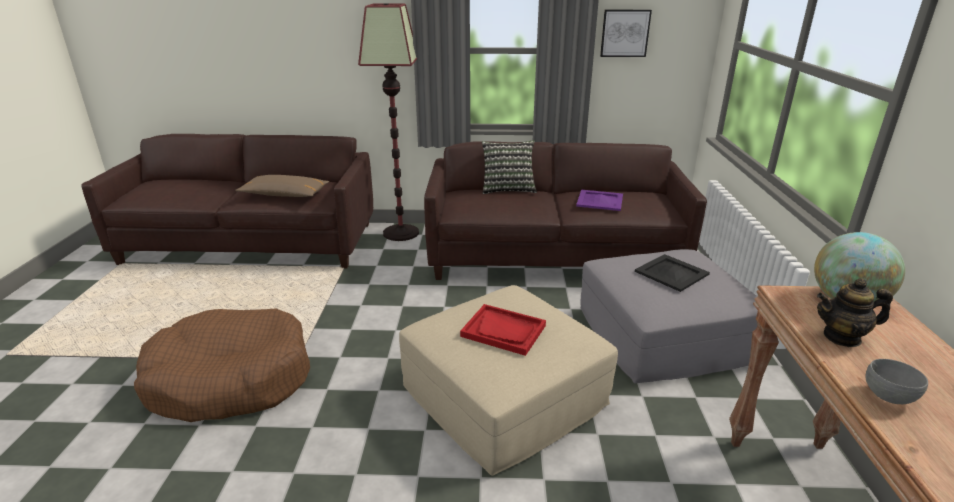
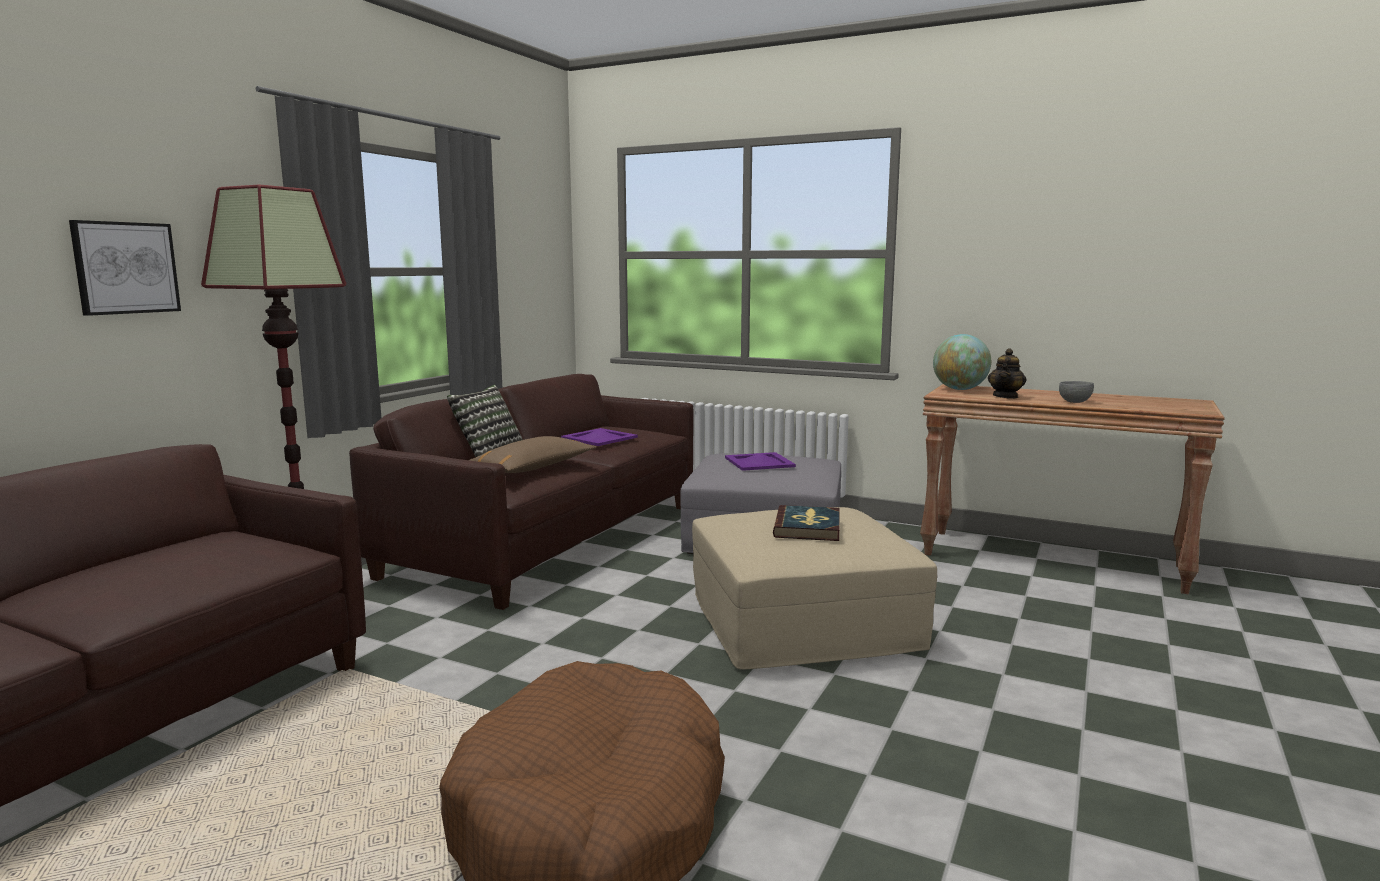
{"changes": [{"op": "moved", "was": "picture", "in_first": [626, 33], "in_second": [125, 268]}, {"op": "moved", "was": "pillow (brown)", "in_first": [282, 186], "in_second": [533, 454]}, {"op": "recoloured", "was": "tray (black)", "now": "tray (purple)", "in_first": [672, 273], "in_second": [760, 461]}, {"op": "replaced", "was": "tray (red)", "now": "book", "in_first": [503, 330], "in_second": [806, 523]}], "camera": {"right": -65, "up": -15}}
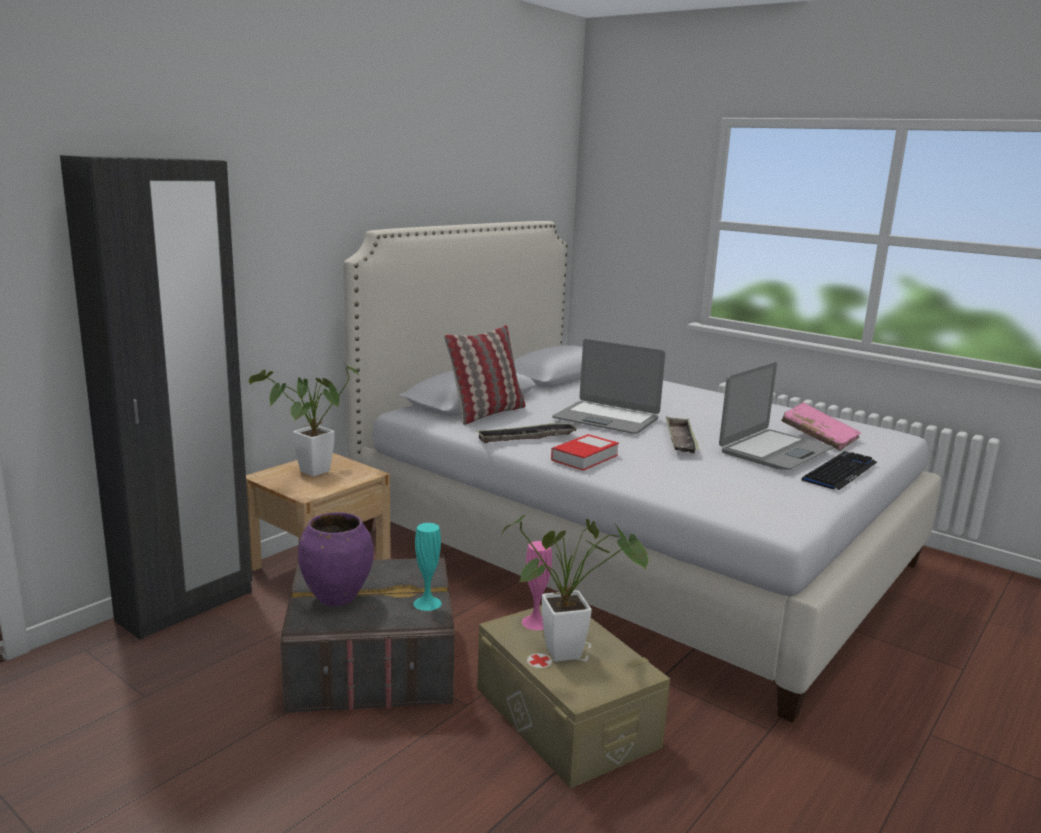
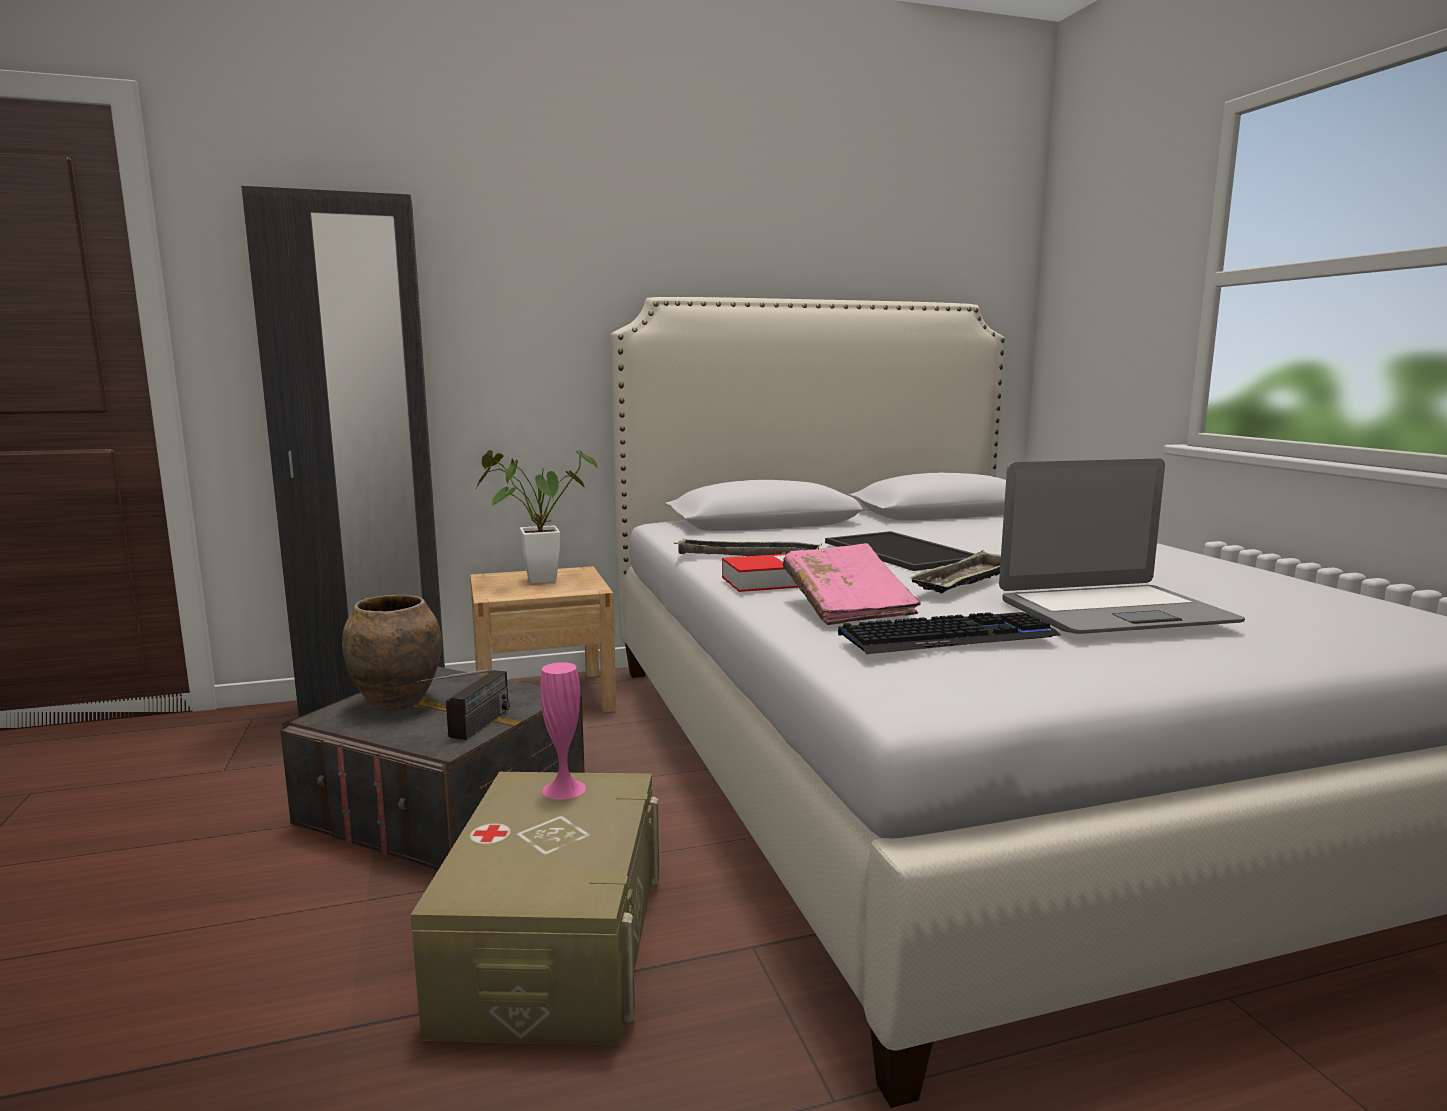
{"changes": [{"op": "recoloured", "was": "vase (purple)", "now": "vase (brown)", "in_first": [336, 559], "in_second": [392, 653]}, {"op": "replaced", "was": "vase (turquoise)", "now": "radio", "in_first": [427, 567], "in_second": [463, 704]}, {"op": "moved", "was": "book (pink)", "in_first": [821, 426], "in_second": [852, 584]}, {"op": "replaced", "was": "laptop", "now": "tray", "in_first": [609, 386], "in_second": [900, 551]}, {"op": "moved", "was": "keyboard", "in_first": [839, 470], "in_second": [949, 633]}, {"op": "removed", "was": "pillow", "in_first": [485, 375]}, {"op": "removed", "was": "potted plant", "in_first": [574, 588]}], "camera": {"right": 35, "up": -5}}
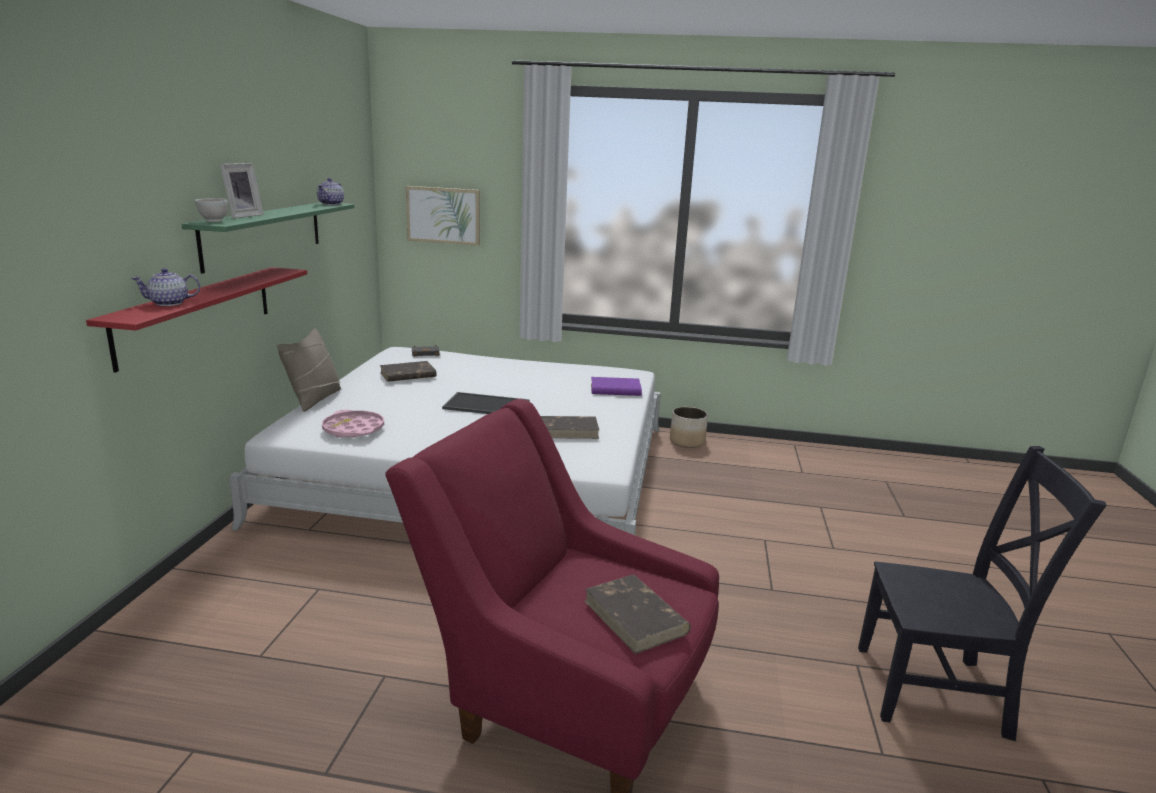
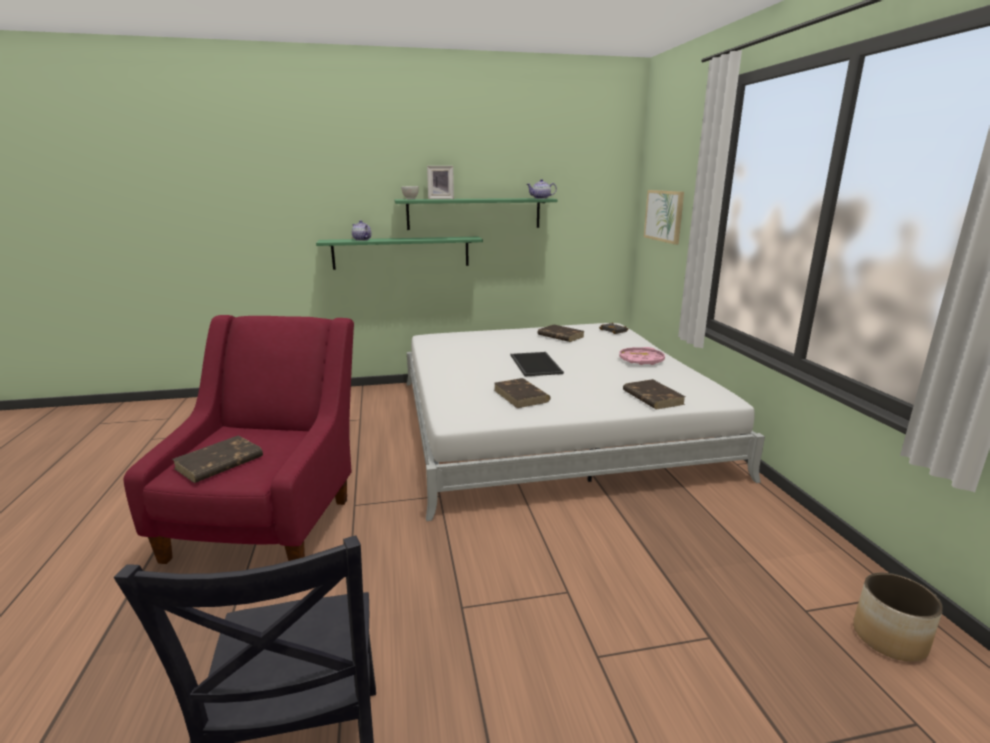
{"changes": [{"op": "recoloured", "was": "shelf (red)", "now": "shelf (green)", "in_first": [196, 320], "in_second": [399, 253]}, {"op": "moved", "was": "tray (pink)", "in_first": [353, 424], "in_second": [642, 356]}, {"op": "recoloured", "was": "book (purple)", "now": "book (brown)", "in_first": [616, 386], "in_second": [654, 394]}, {"op": "moved", "was": "planter", "in_first": [689, 427], "in_second": [898, 617]}, {"op": "removed", "was": "pillow (beige)", "in_first": [309, 370]}], "camera": {"right": 70, "up": 0}}
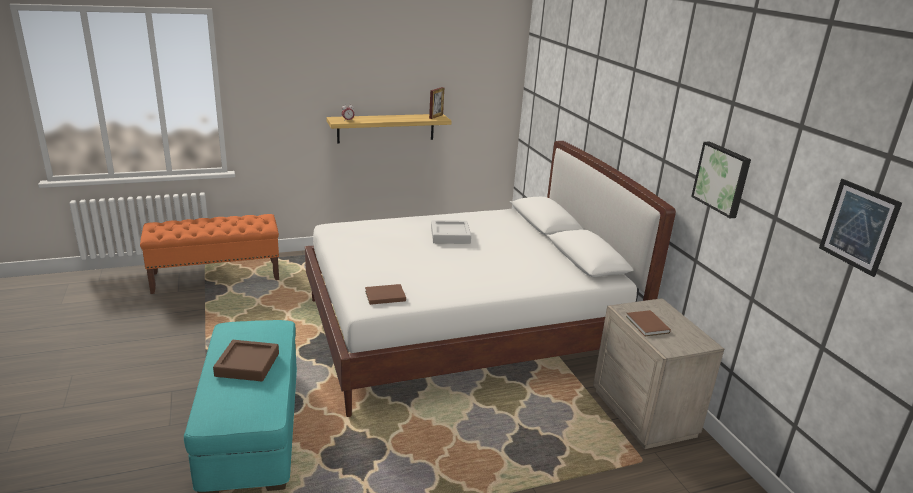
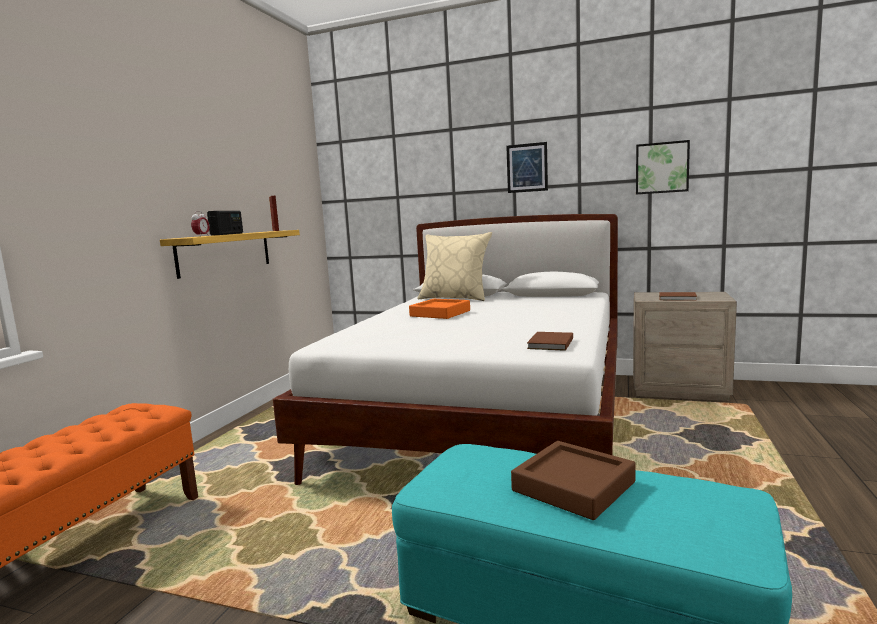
{"changes": [{"op": "added", "now": "radio", "in_second": [225, 223]}, {"op": "recoloured", "was": "tray (grey)", "now": "tray (orange)", "in_first": [451, 232], "in_second": [439, 309]}, {"op": "added", "now": "pillow (beige)", "in_second": [454, 266]}, {"op": "moved", "was": "picture", "in_first": [860, 228], "in_second": [527, 167]}], "camera": {"right": -50, "up": -15}}
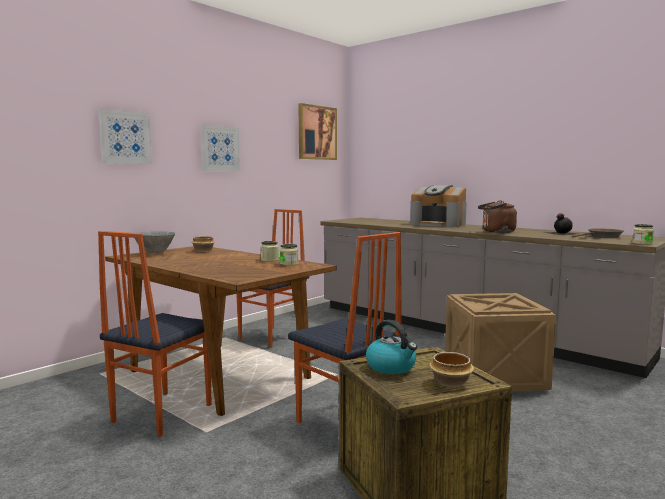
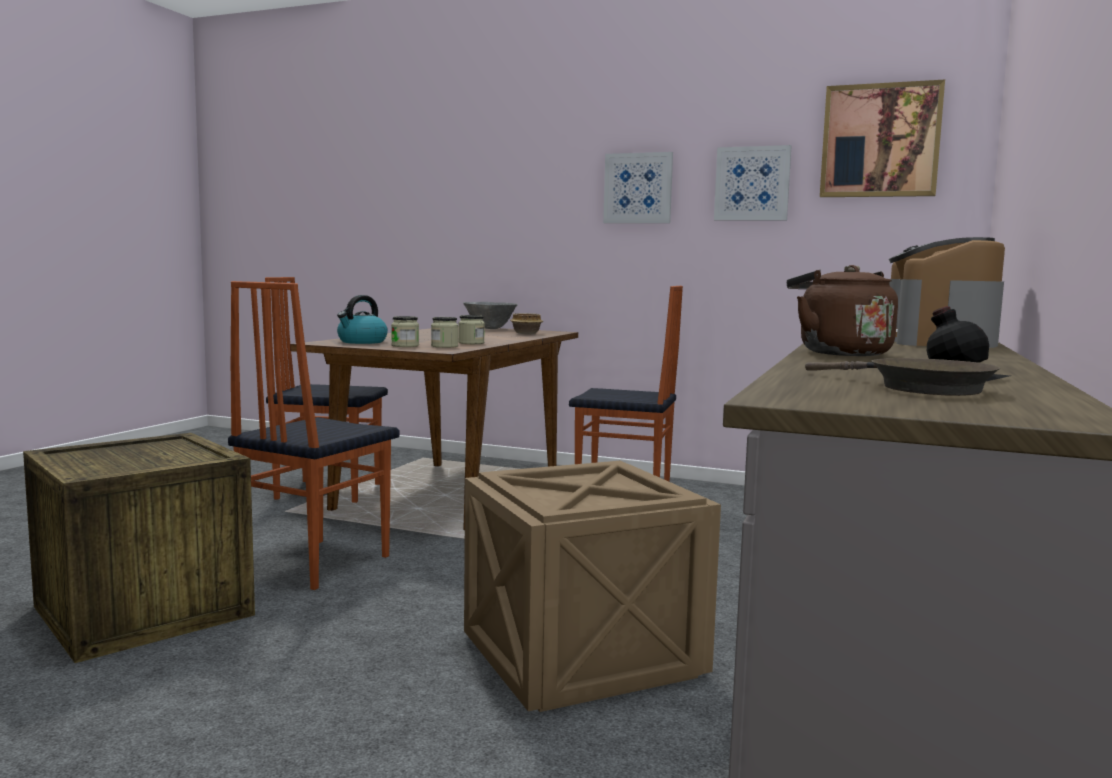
{"changes": [{"op": "moved", "was": "kettle", "in_first": [391, 347], "in_second": [362, 319]}, {"op": "moved", "was": "jar", "in_first": [643, 234], "in_second": [405, 331]}, {"op": "moved", "was": "picture", "in_first": [125, 136], "in_second": [752, 182]}, {"op": "removed", "was": "bowl", "in_first": [451, 369]}], "camera": {"right": 70, "up": 0}}
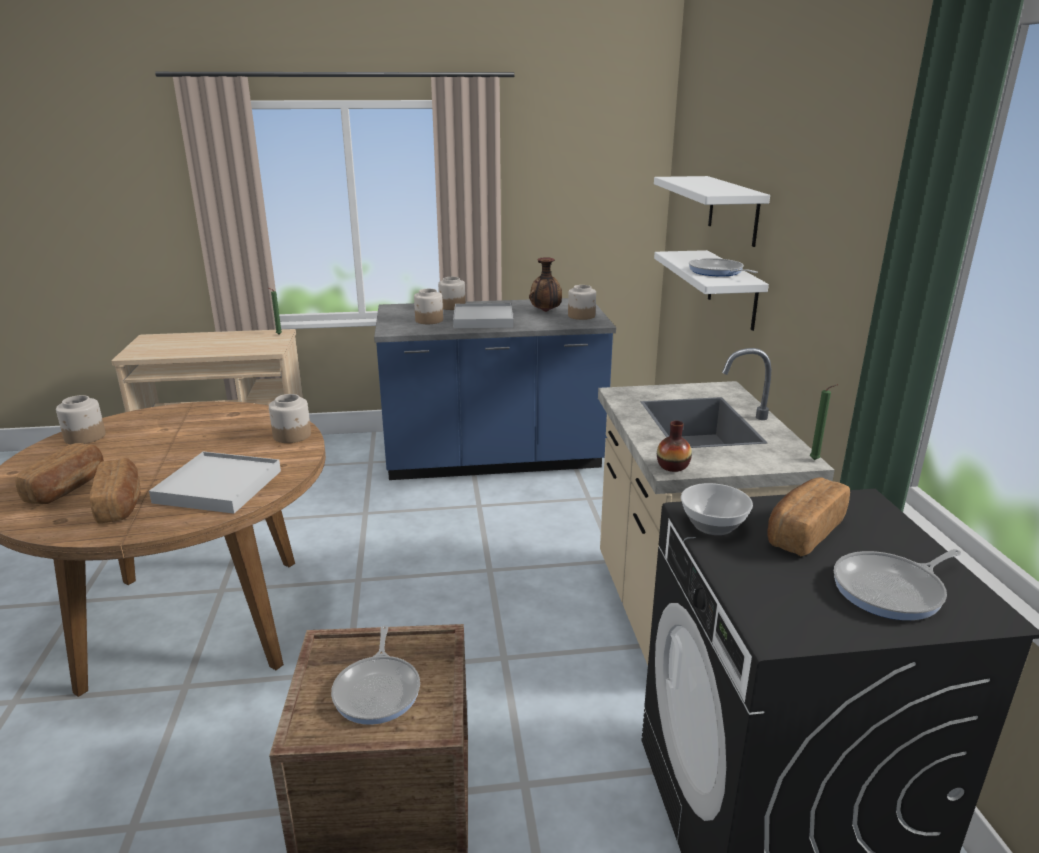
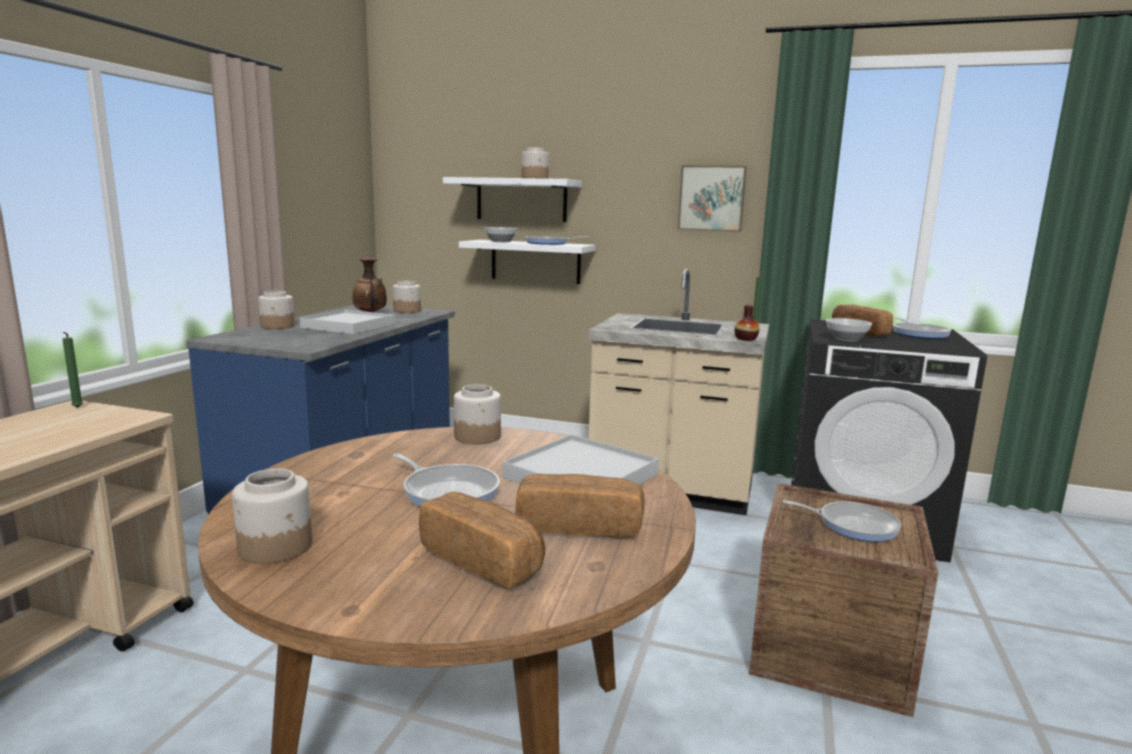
{"changes": [{"op": "added", "now": "frying pan", "in_second": [446, 480]}, {"op": "added", "now": "bowl", "in_second": [501, 234]}, {"op": "moved", "was": "jar", "in_first": [428, 306], "in_second": [535, 163]}, {"op": "added", "now": "picture", "in_second": [712, 198]}], "camera": {"right": -65, "up": -10}}
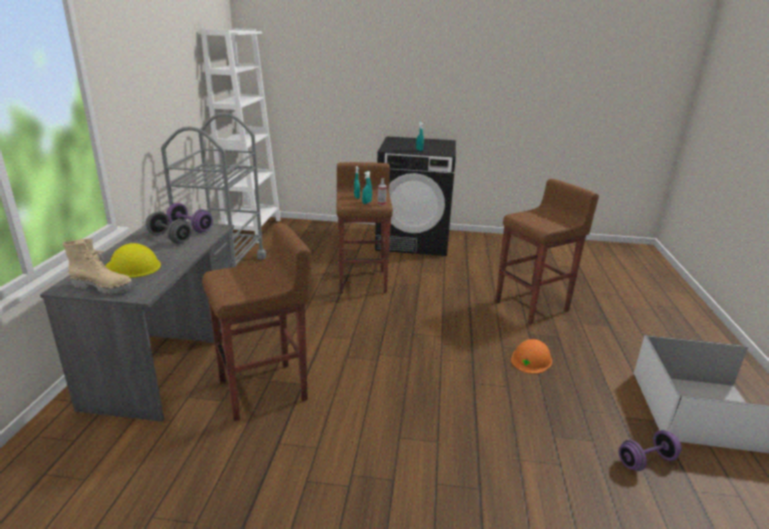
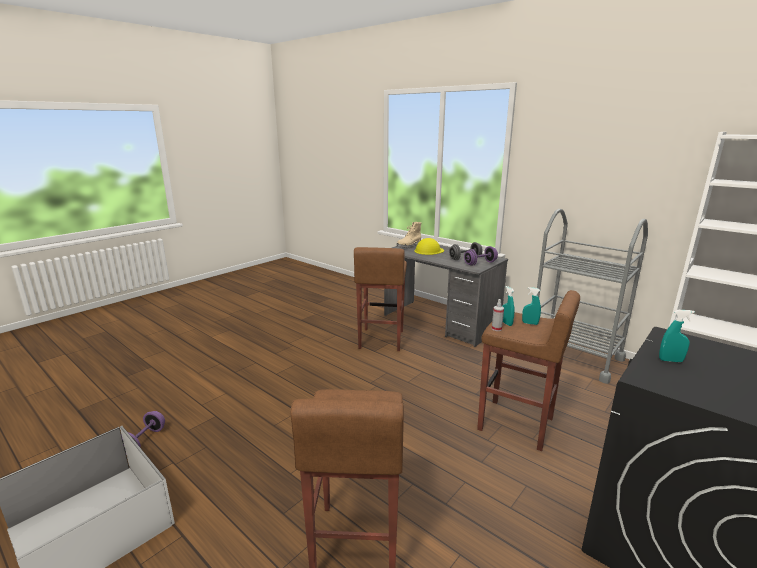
{"changes": [{"op": "removed", "was": "hard hat (orange)", "in_first": [531, 356]}], "camera": {"right": 125, "up": -5}}
